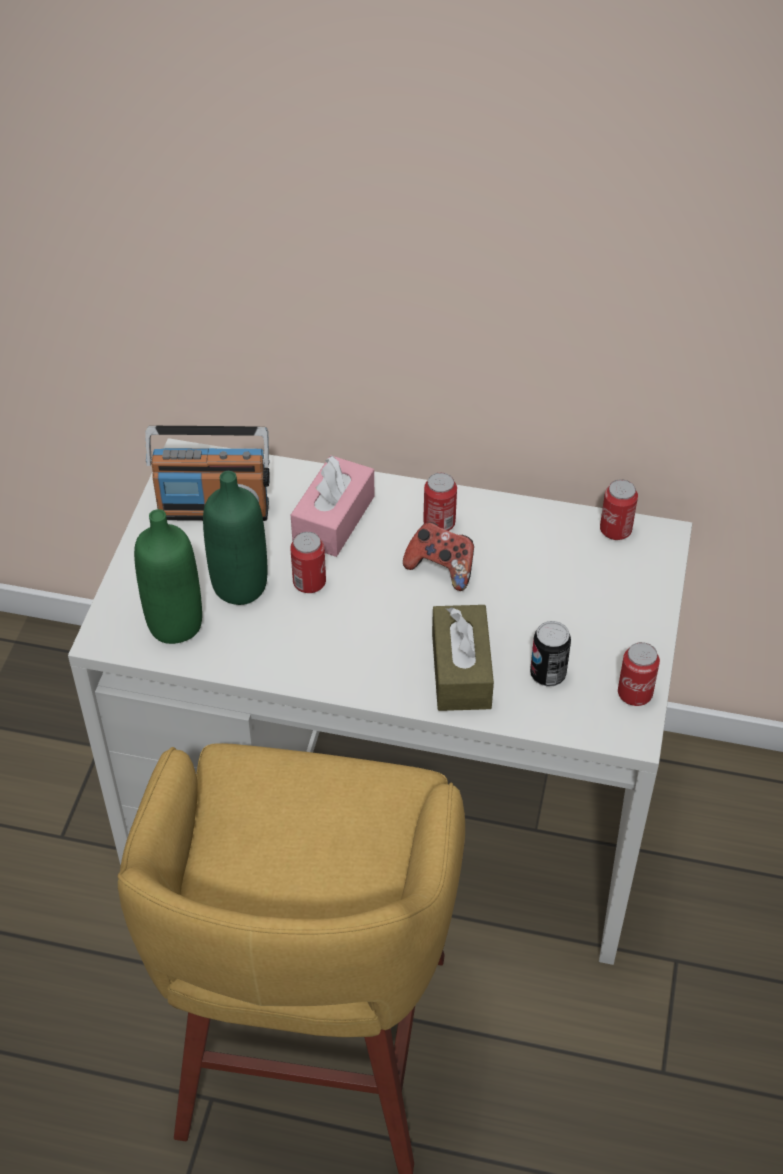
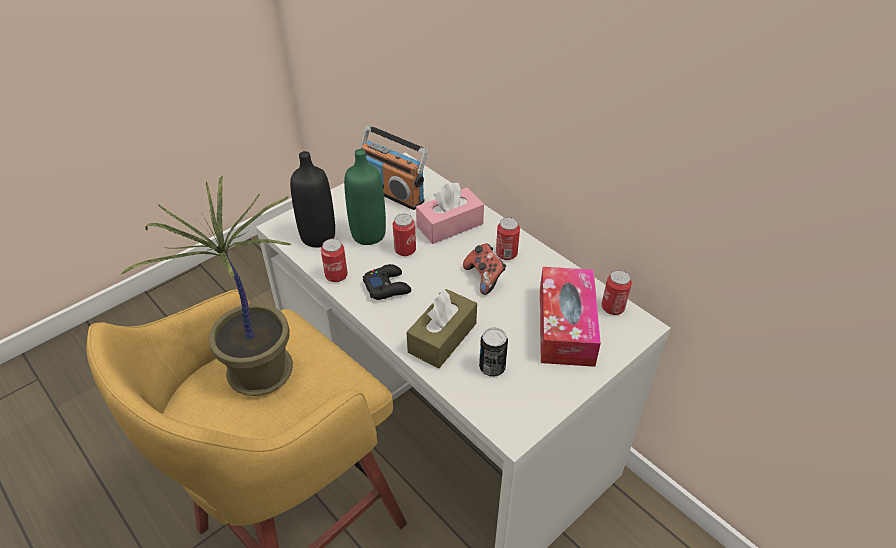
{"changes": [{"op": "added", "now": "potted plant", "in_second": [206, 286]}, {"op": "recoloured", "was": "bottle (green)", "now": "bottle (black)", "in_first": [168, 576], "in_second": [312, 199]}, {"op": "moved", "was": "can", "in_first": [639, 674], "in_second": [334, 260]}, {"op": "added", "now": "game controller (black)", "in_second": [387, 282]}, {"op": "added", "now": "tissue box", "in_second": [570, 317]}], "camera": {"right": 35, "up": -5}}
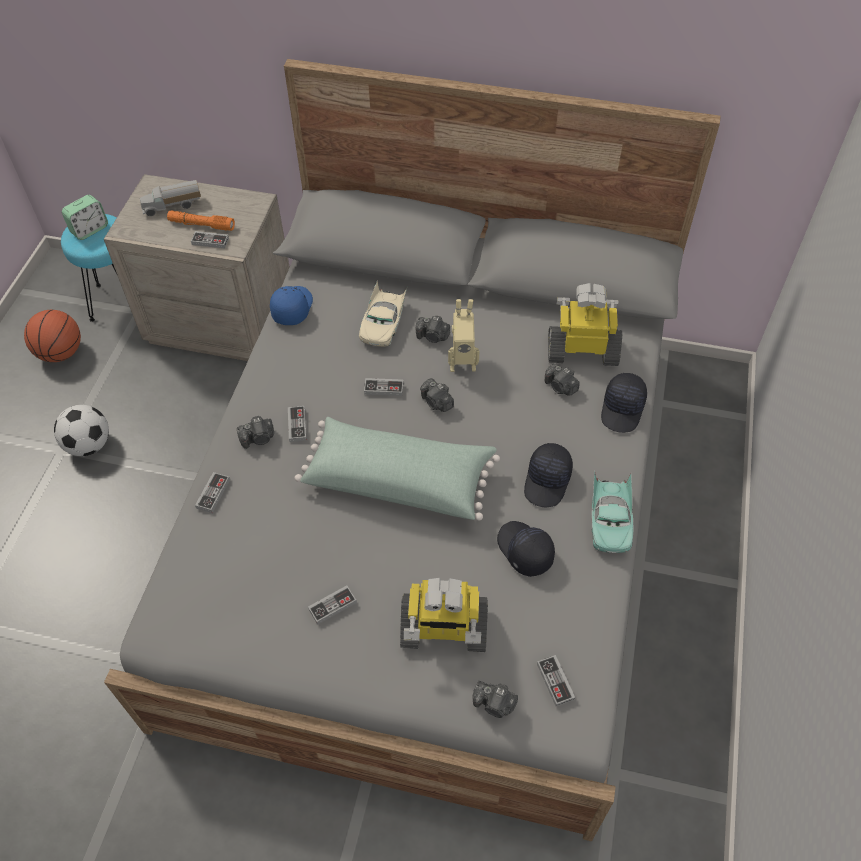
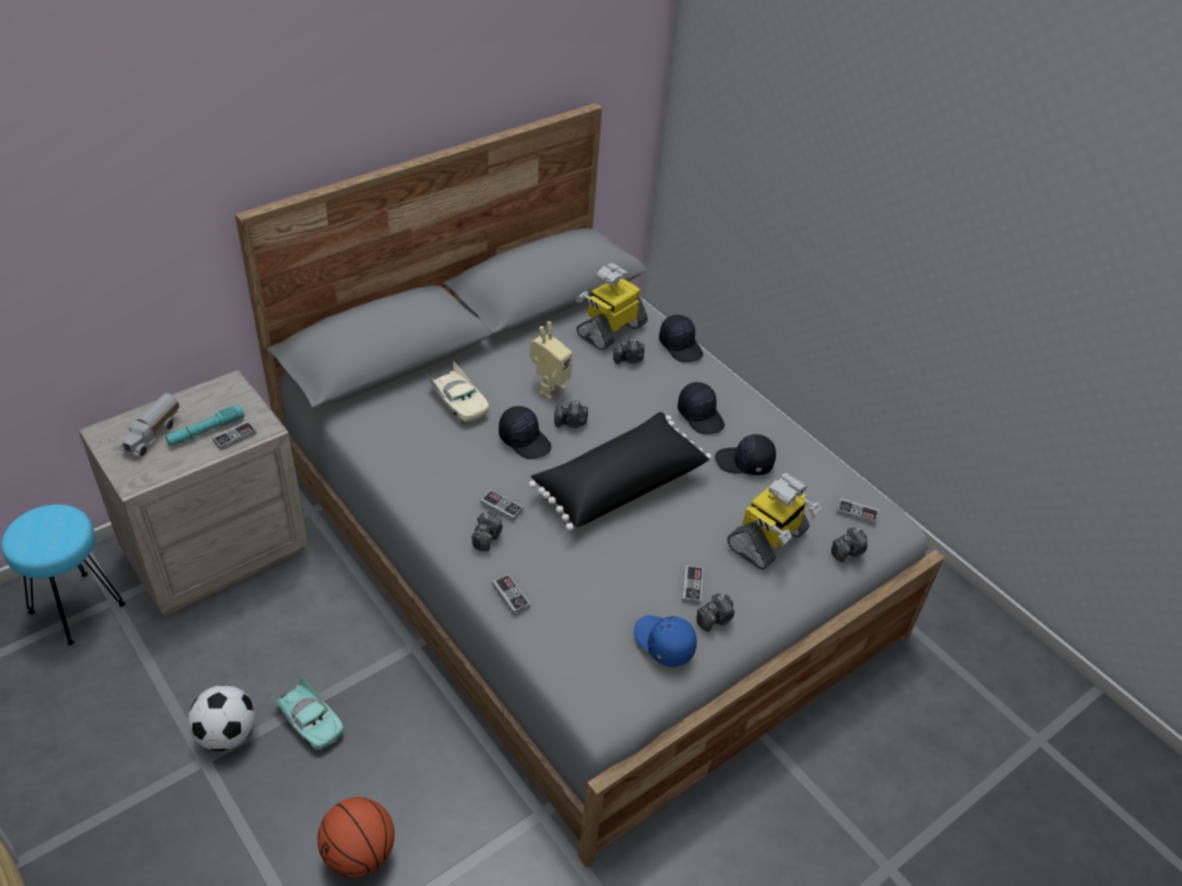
{"changes": [{"op": "recoloured", "was": "flashlight (orange)", "now": "flashlight (turquoise)", "in_first": [201, 221], "in_second": [204, 425]}, {"op": "moved", "was": "toy car (turquoise)", "in_first": [612, 511], "in_second": [307, 712]}, {"op": "moved", "was": "basketball", "in_first": [52, 336], "in_second": [356, 837]}, {"op": "replaced", "was": "game controller", "now": "cap (black)", "in_first": [384, 387], "in_second": [525, 432]}, {"op": "recoloured", "was": "pillow (green)", "now": "pillow (black)", "in_first": [397, 469], "in_second": [620, 471]}, {"op": "moved", "was": "cap (blue)", "in_first": [291, 305], "in_second": [665, 641]}, {"op": "moved", "was": "photo camera", "in_first": [433, 329], "in_second": [715, 612]}, {"op": "removed", "was": "alarm clock", "in_first": [85, 217]}], "camera": {"right": -55, "up": -10}}
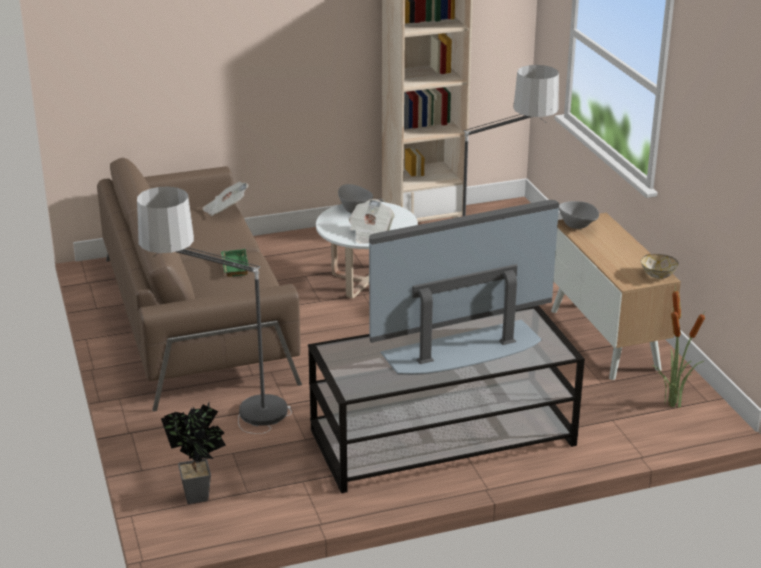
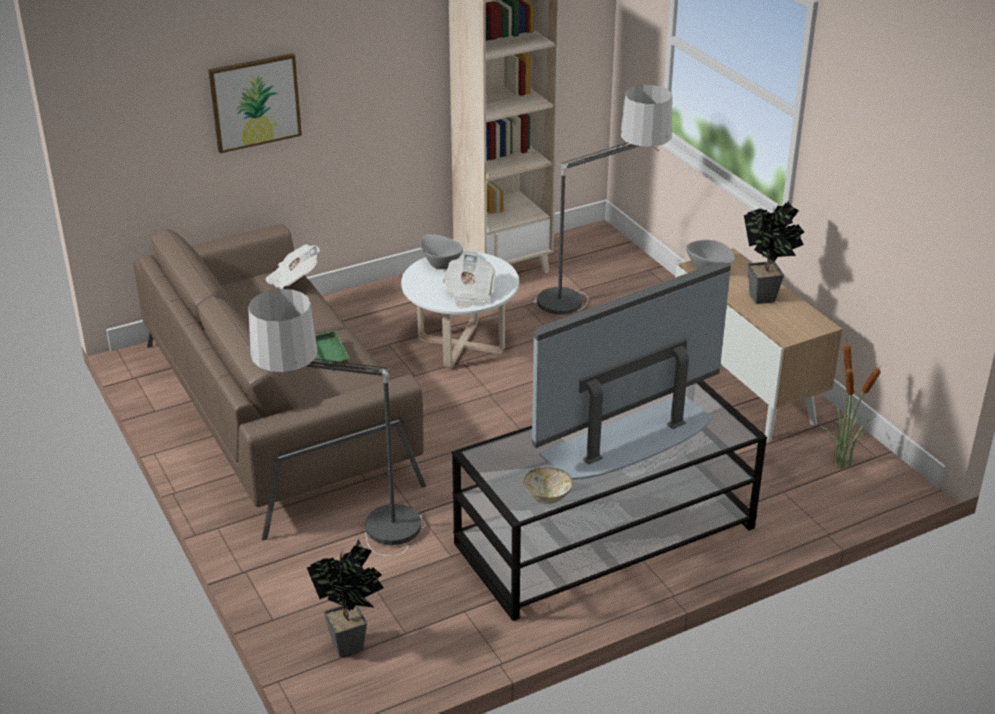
{"changes": [{"op": "added", "now": "picture", "in_second": [255, 103]}, {"op": "moved", "was": "bowl", "in_first": [660, 266], "in_second": [547, 485]}, {"op": "added", "now": "potted plant", "in_second": [774, 253]}], "camera": {"right": -10, "up": 5}}
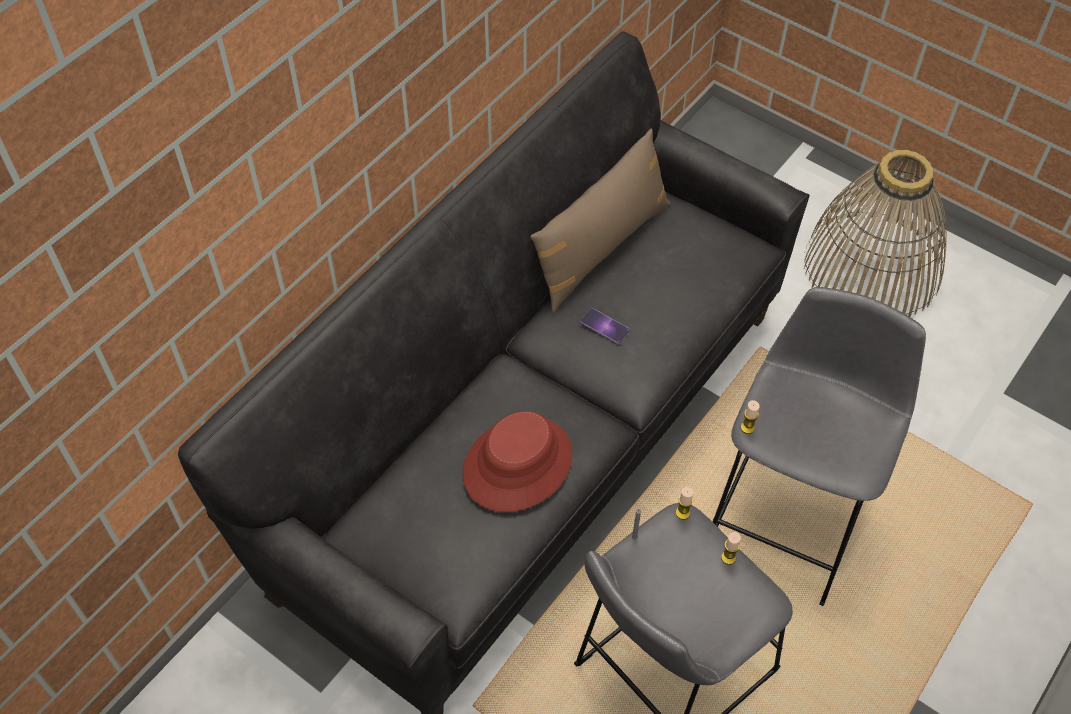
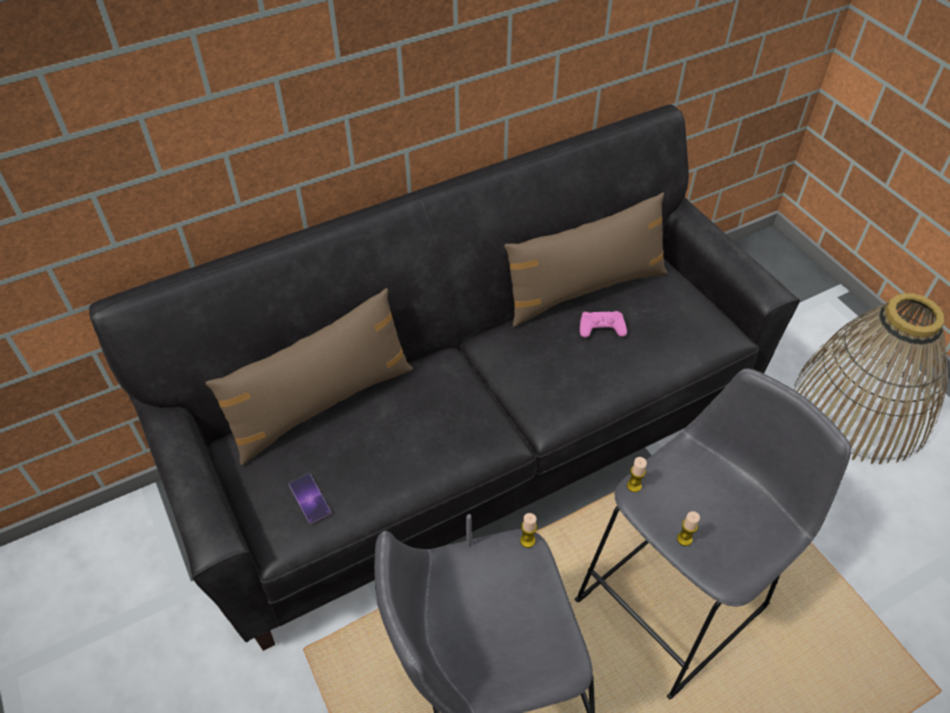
{"changes": [{"op": "added", "now": "pillow (brown)", "in_second": [309, 376]}, {"op": "moved", "was": "phone", "in_first": [605, 326], "in_second": [310, 499]}, {"op": "added", "now": "game controller (pink)", "in_second": [603, 324]}, {"op": "moved", "was": "candle", "in_first": [731, 548], "in_second": [688, 528]}, {"op": "removed", "was": "hat (red)", "in_first": [517, 461]}], "camera": {"right": 25, "up": -5}}
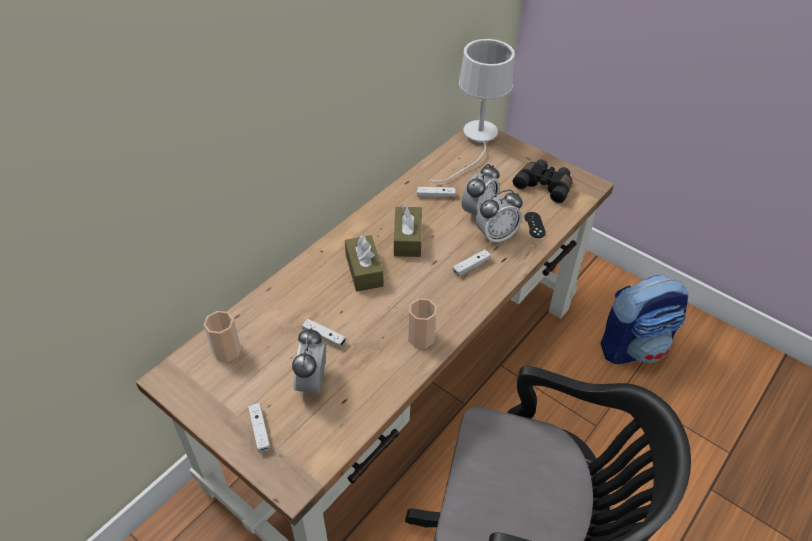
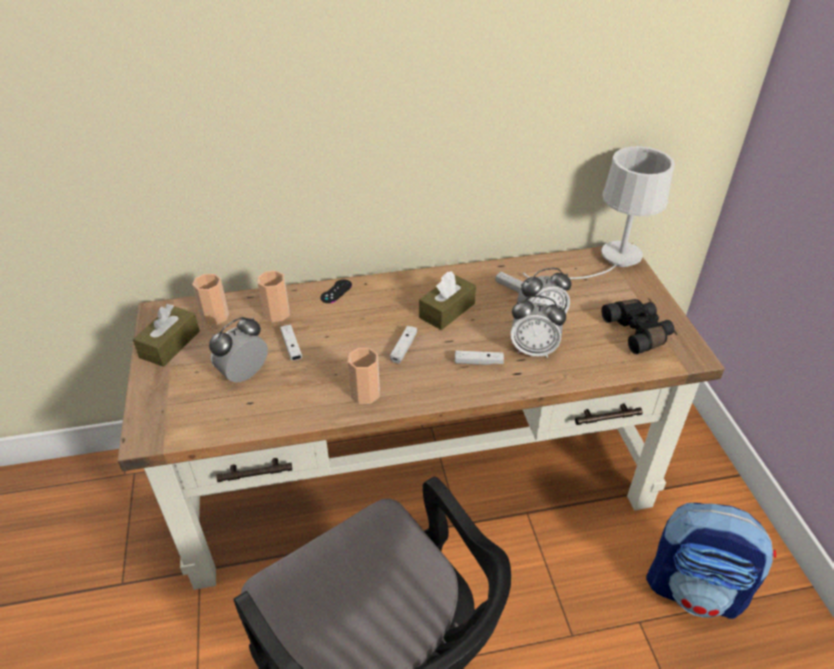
{"changes": [{"op": "moved", "was": "tissue box (brown)", "in_first": [364, 263], "in_second": [166, 335]}, {"op": "added", "now": "cup", "in_second": [273, 296]}, {"op": "moved", "was": "game controller (black)", "in_first": [535, 225], "in_second": [336, 291]}, {"op": "moved", "was": "game controller (white)", "in_first": [259, 428], "in_second": [403, 345]}], "camera": {"right": 40, "up": -5}}
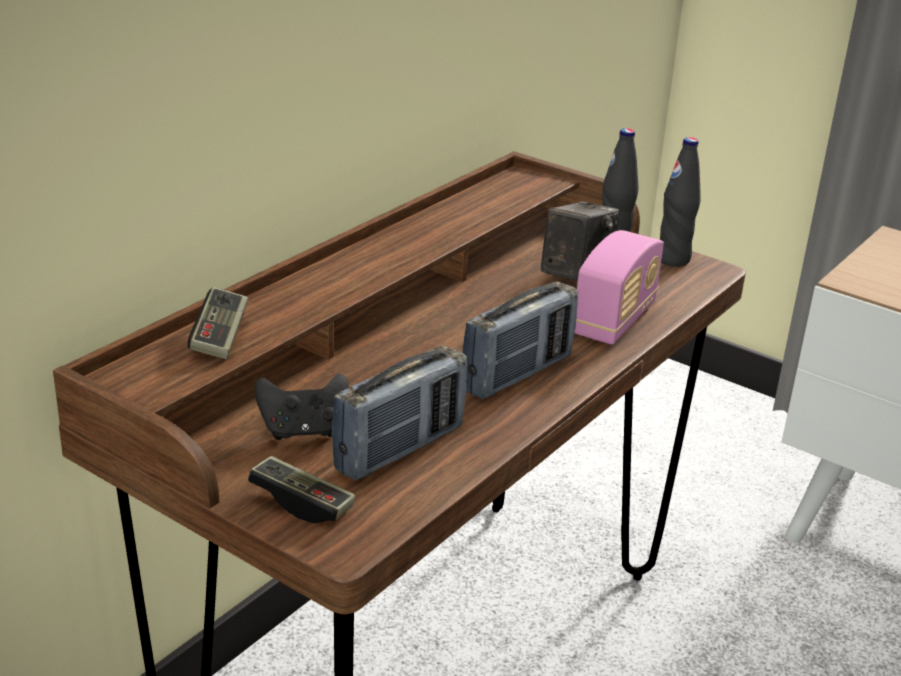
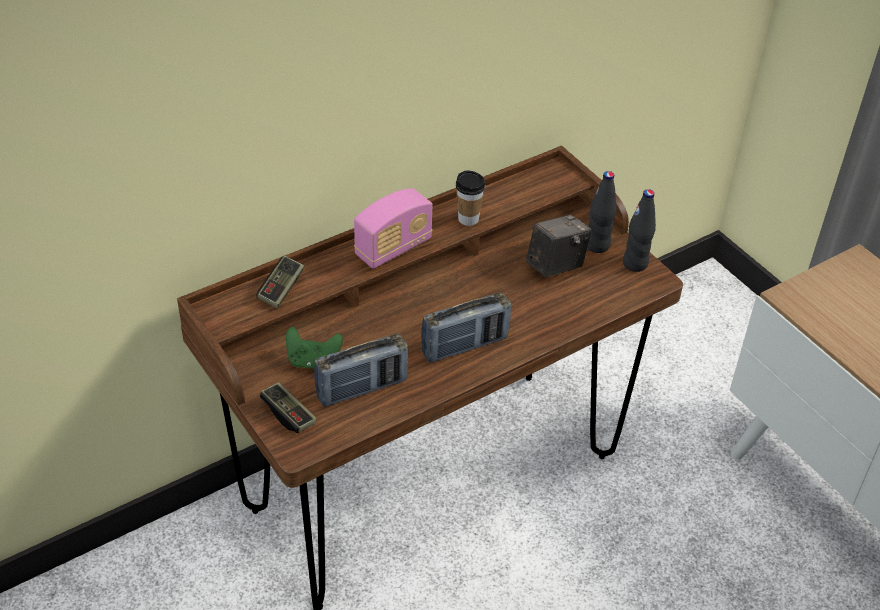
{"changes": [{"op": "recoloured", "was": "game controller (black)", "now": "game controller (green)", "in_first": [301, 406], "in_second": [314, 348]}, {"op": "moved", "was": "radio", "in_first": [619, 287], "in_second": [393, 228]}, {"op": "added", "now": "cup", "in_second": [471, 198]}], "camera": {"right": 20, "up": 15}}
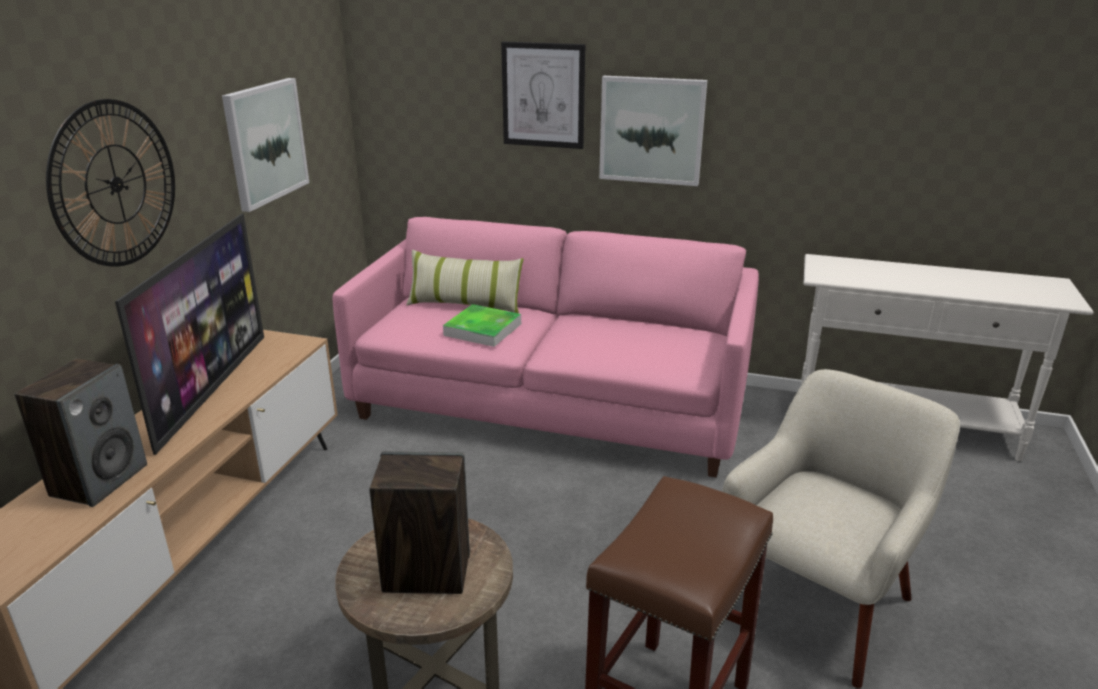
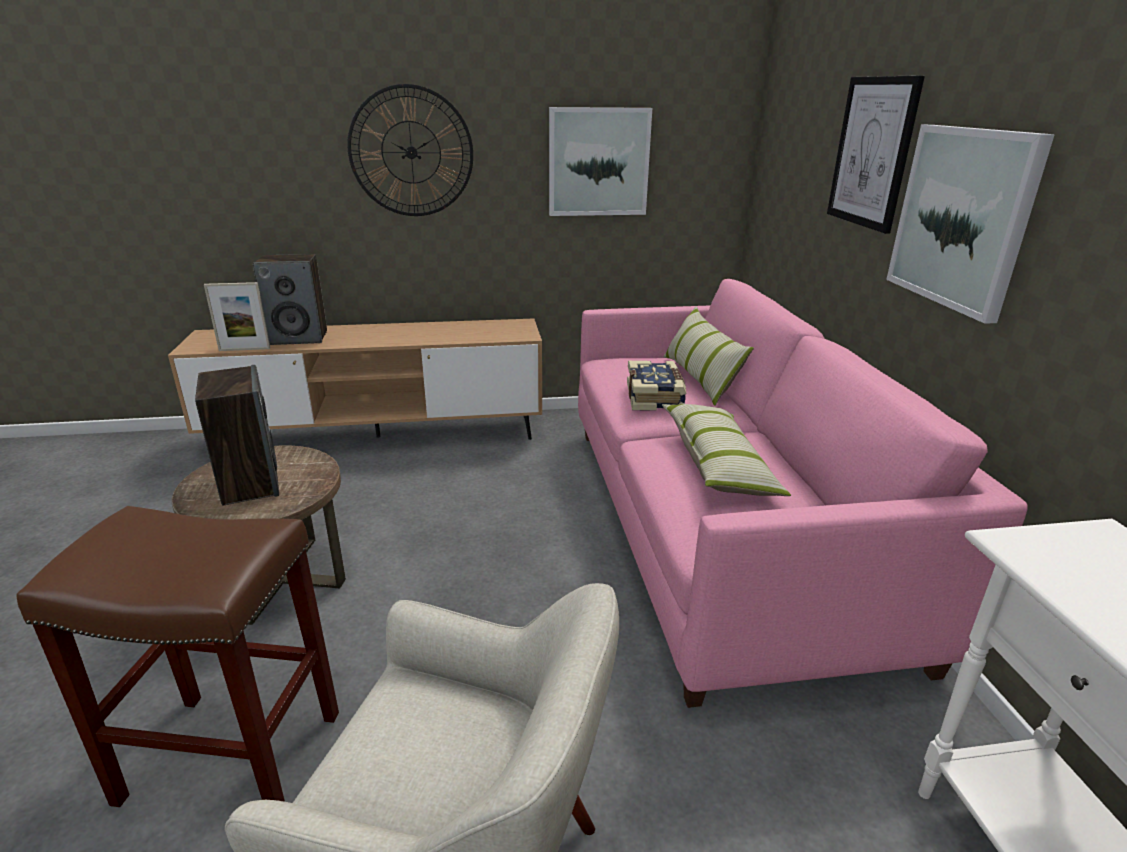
{"changes": [{"op": "added", "now": "picture frame", "in_second": [237, 316]}, {"op": "replaced", "was": "tray", "now": "book", "in_first": [482, 325], "in_second": [656, 386]}, {"op": "added", "now": "pillow", "in_second": [726, 450]}, {"op": "removed", "was": "television", "in_first": [189, 334]}], "camera": {"right": 65, "up": 0}}
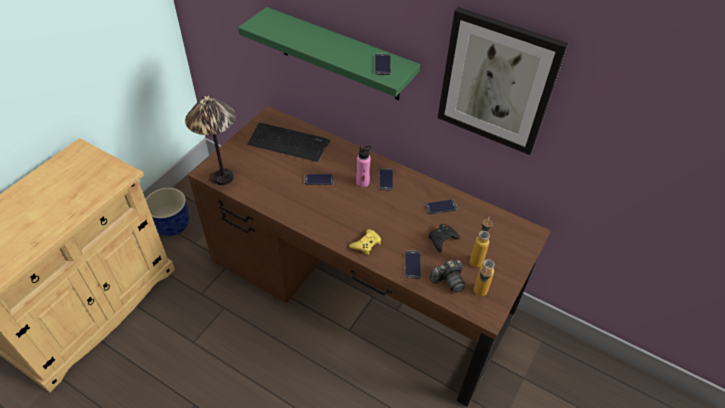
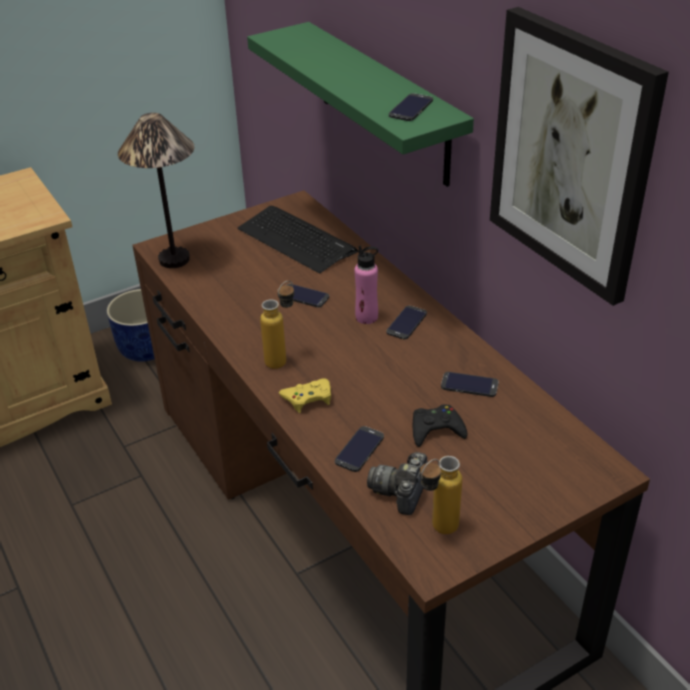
{"changes": [{"op": "moved", "was": "bottle", "in_first": [481, 243], "in_second": [277, 325]}, {"op": "turned", "was": "photo camera", "in_first": [447, 276], "in_second": [397, 483], "clockwise": 105}], "camera": {"right": 30, "up": -10}}
